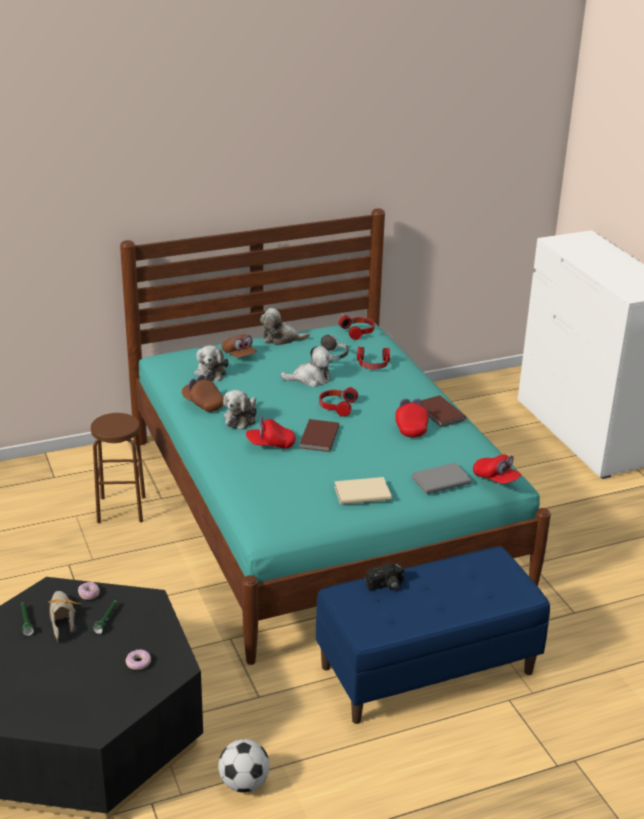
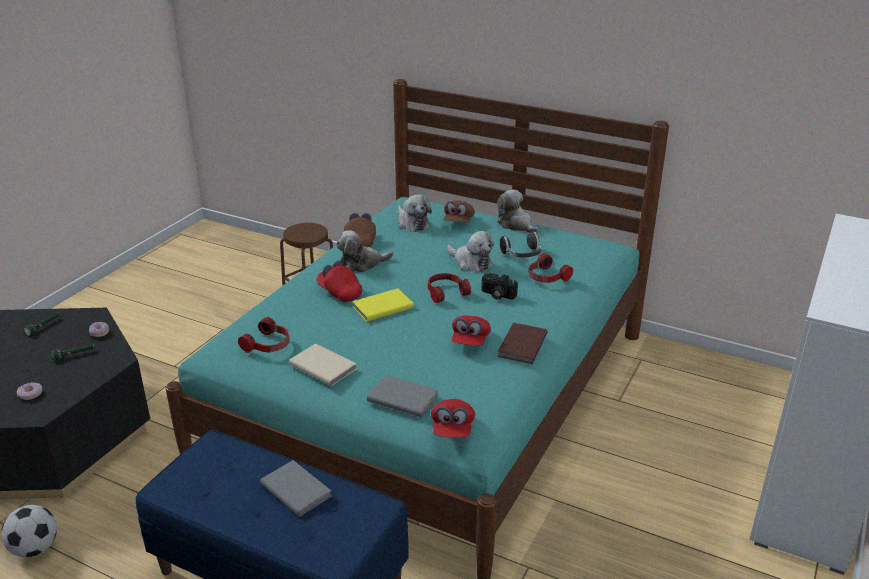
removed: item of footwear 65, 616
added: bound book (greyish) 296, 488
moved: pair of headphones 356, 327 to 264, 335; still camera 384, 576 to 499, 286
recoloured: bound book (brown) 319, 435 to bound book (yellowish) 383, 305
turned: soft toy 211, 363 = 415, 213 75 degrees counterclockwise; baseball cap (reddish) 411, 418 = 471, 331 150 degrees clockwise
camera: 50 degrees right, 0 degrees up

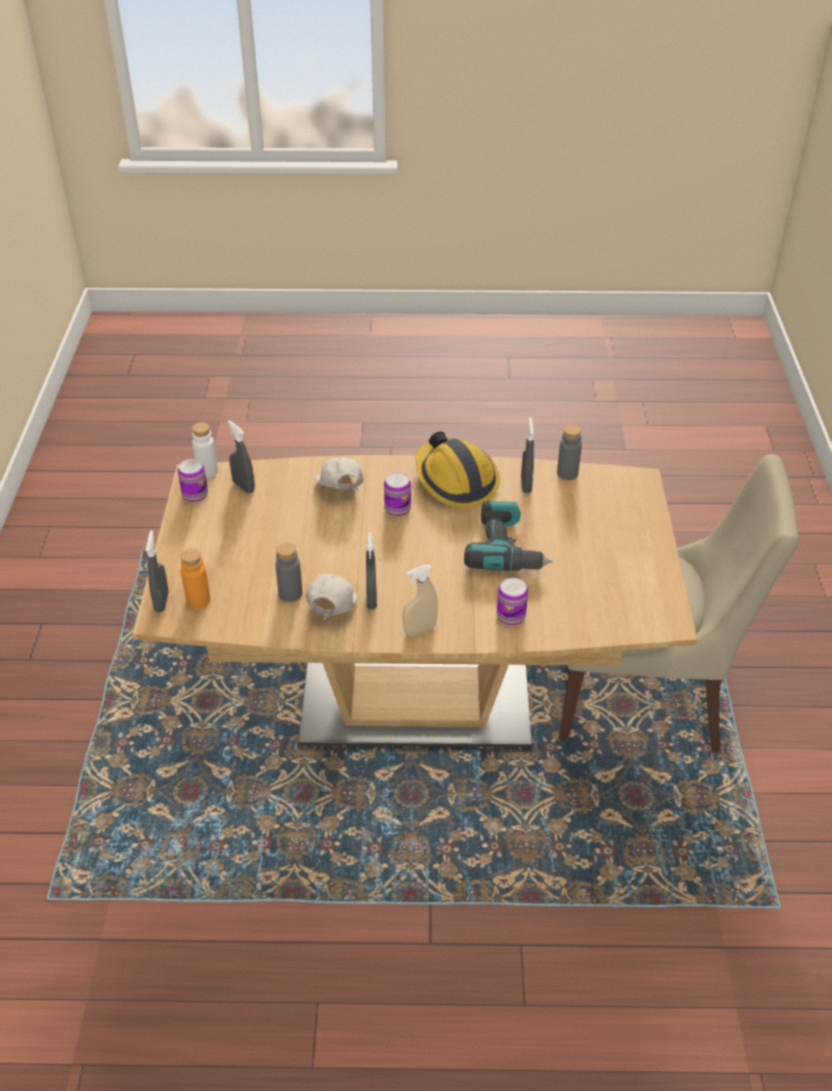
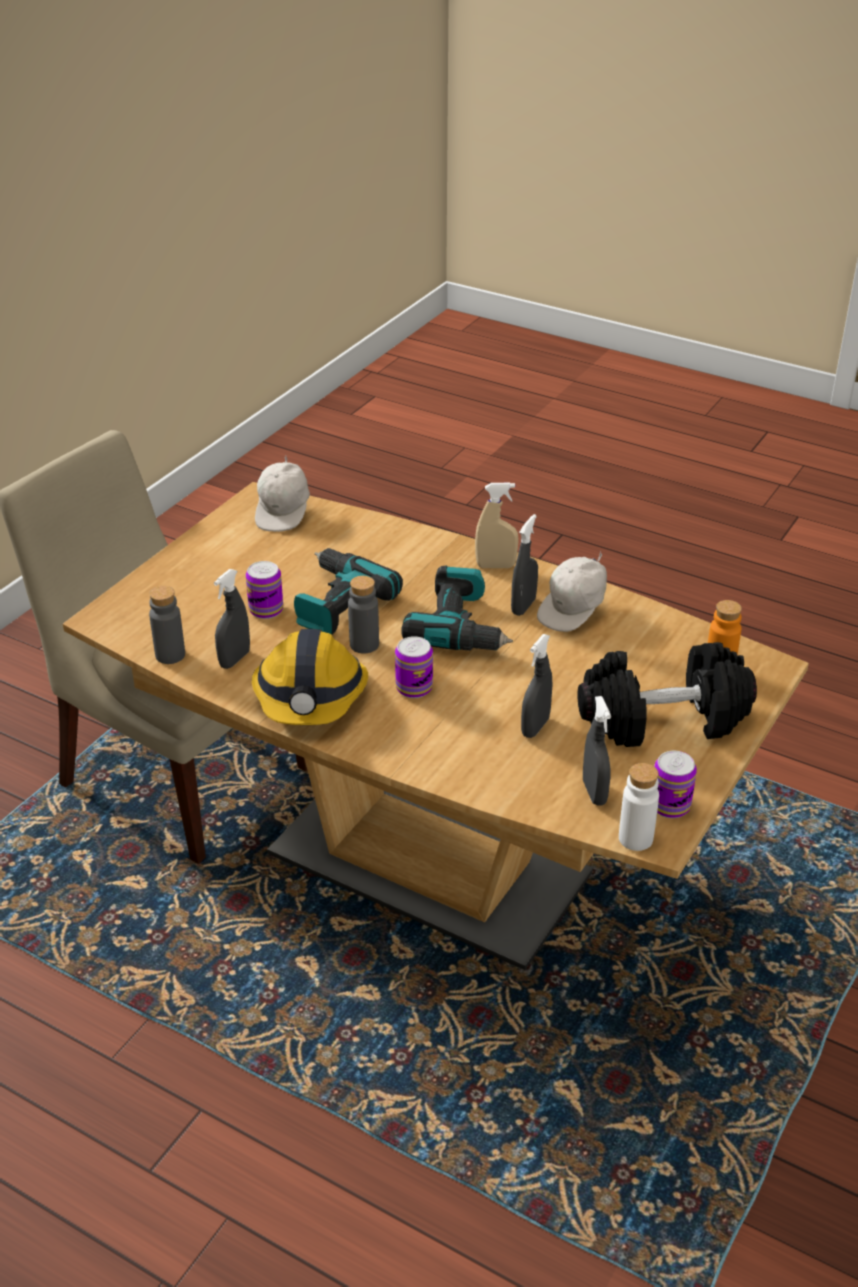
added: electric drill 457, 608; free weight (black) 667, 694
moved: hand sprayer (greyish) 157, 571 to 537, 686; bottle (greyish) 288, 572 to 363, 615; baseball cap (white) 339, 474 to 282, 493; sealed can 512, 602 to 264, 590
camera: 150 degrees left, 5 degrees down

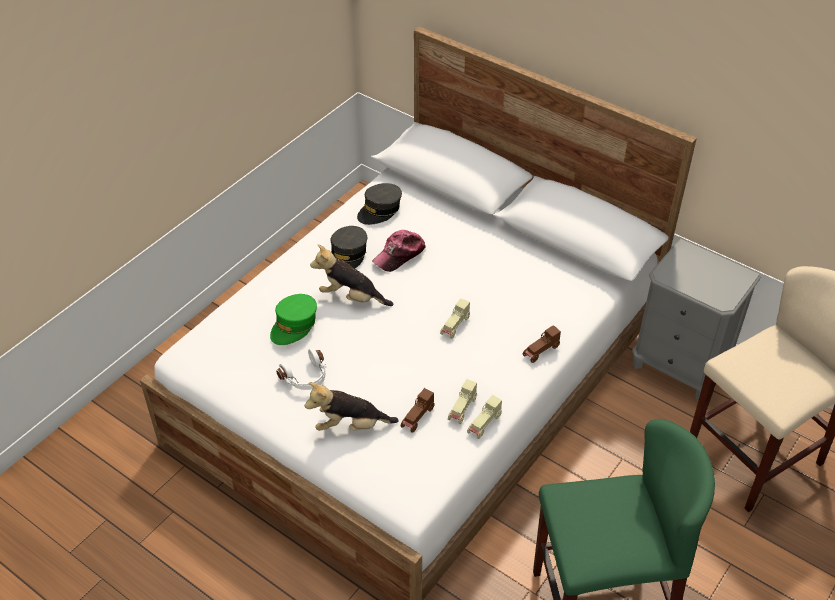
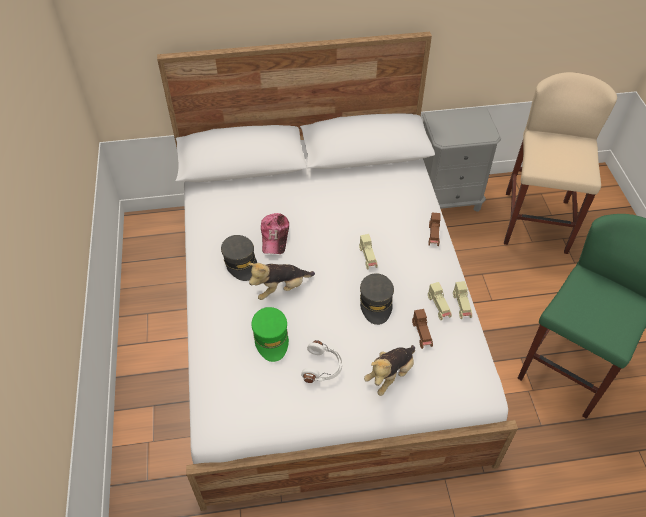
moved: baseball cap (greyish) 379, 204 to 377, 299
camera: 45 degrees left, 5 degrees up

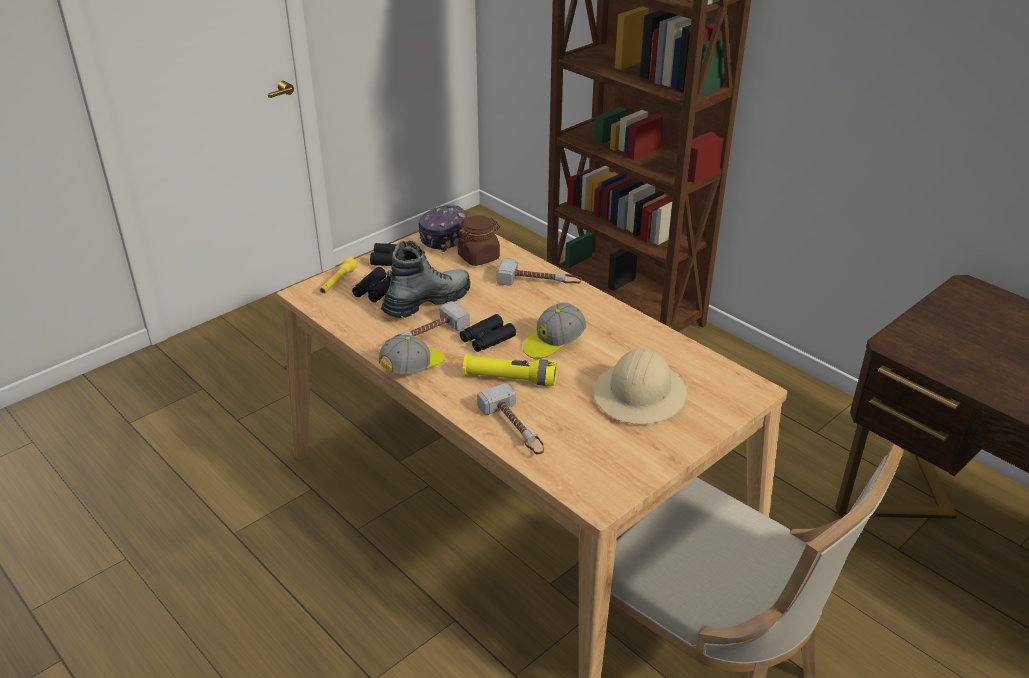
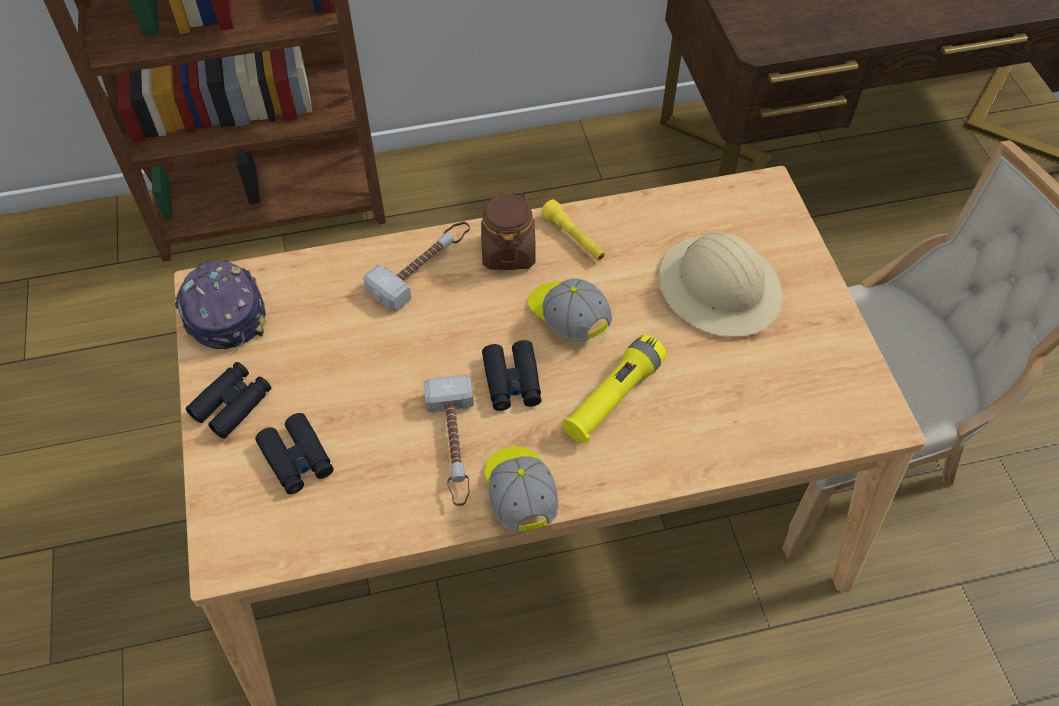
removed: boot 425, 279; hammer 510, 419
moved: hand torch (yellowish) 338, 275 to 573, 230; preserve jar (brown) 478, 240 to 508, 231
turned: baseball cap 554, 331 = 570, 310 150 degrees clockwise
camera: 60 degrees left, 20 degrees up

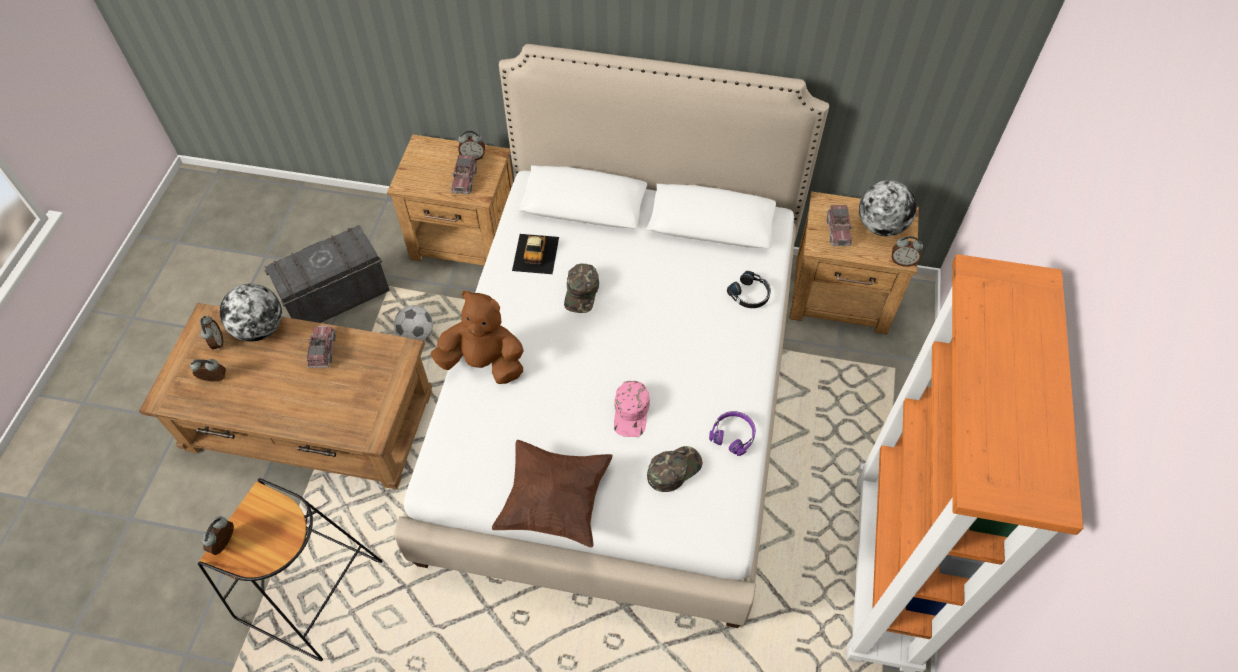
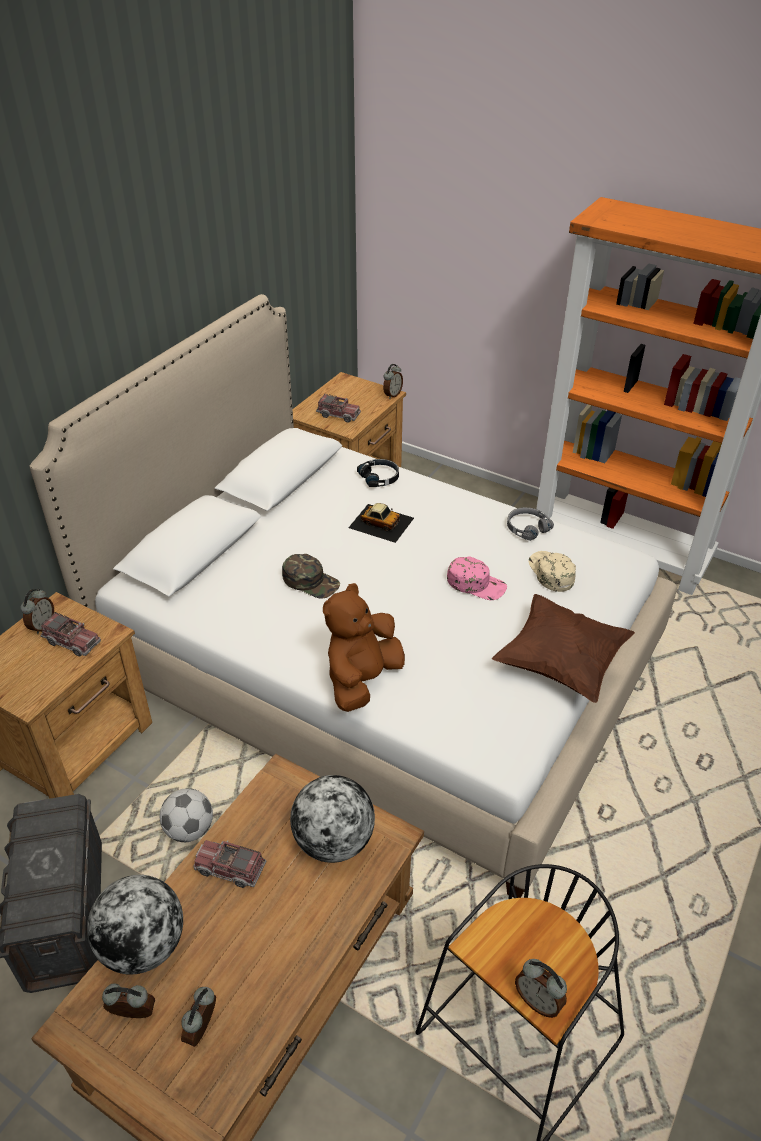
moved: toy car 535, 254 to 381, 523; world globe 888, 208 to 332, 819
recoloured: baseball cap (green-coloured) 675, 469 to baseball cap (beige) 552, 571; pair of headphones (purplish) 732, 433 to pair of headphones (greyish) 530, 524
camera: 70 degrees left, 15 degrees down

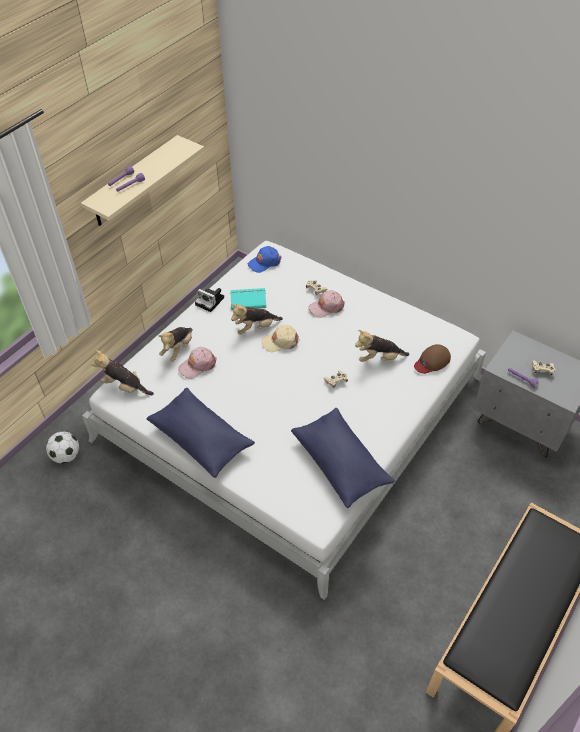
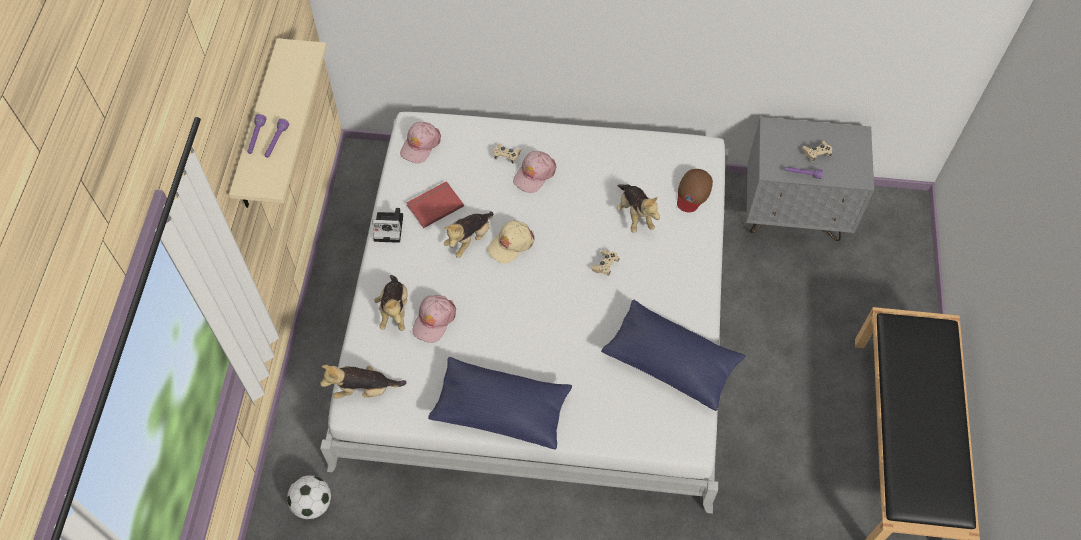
recoloured: bound book (turquoise-coloured) 248, 299 to bound book (reddish) 435, 204; baseball cap (blue-coloured) 264, 259 to baseball cap (pinkish) 420, 142
turned: soft toy 382, 346 = 638, 208 75 degrees counterclockwise
camera: 30 degrees left, 10 degrees up

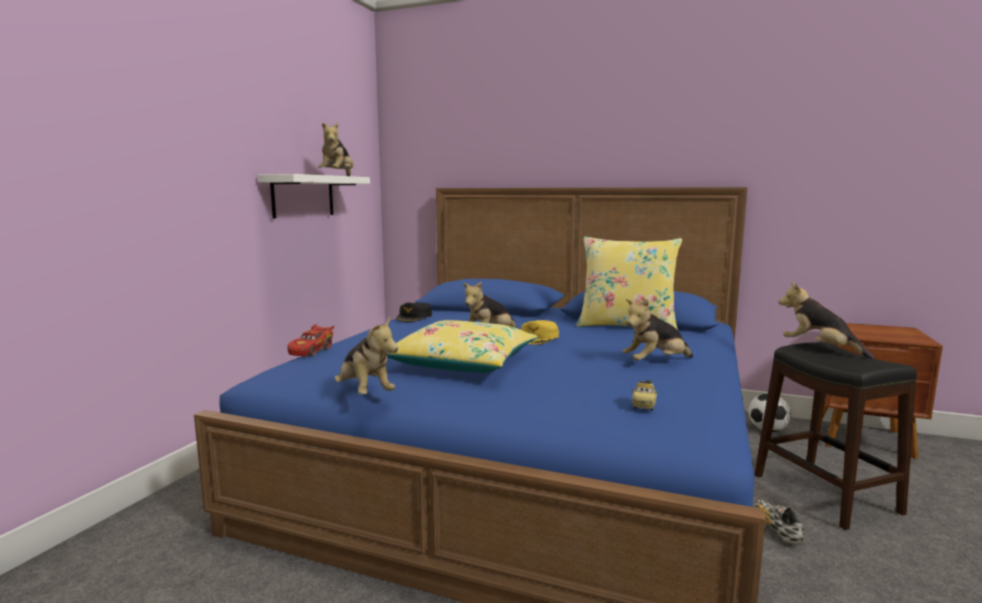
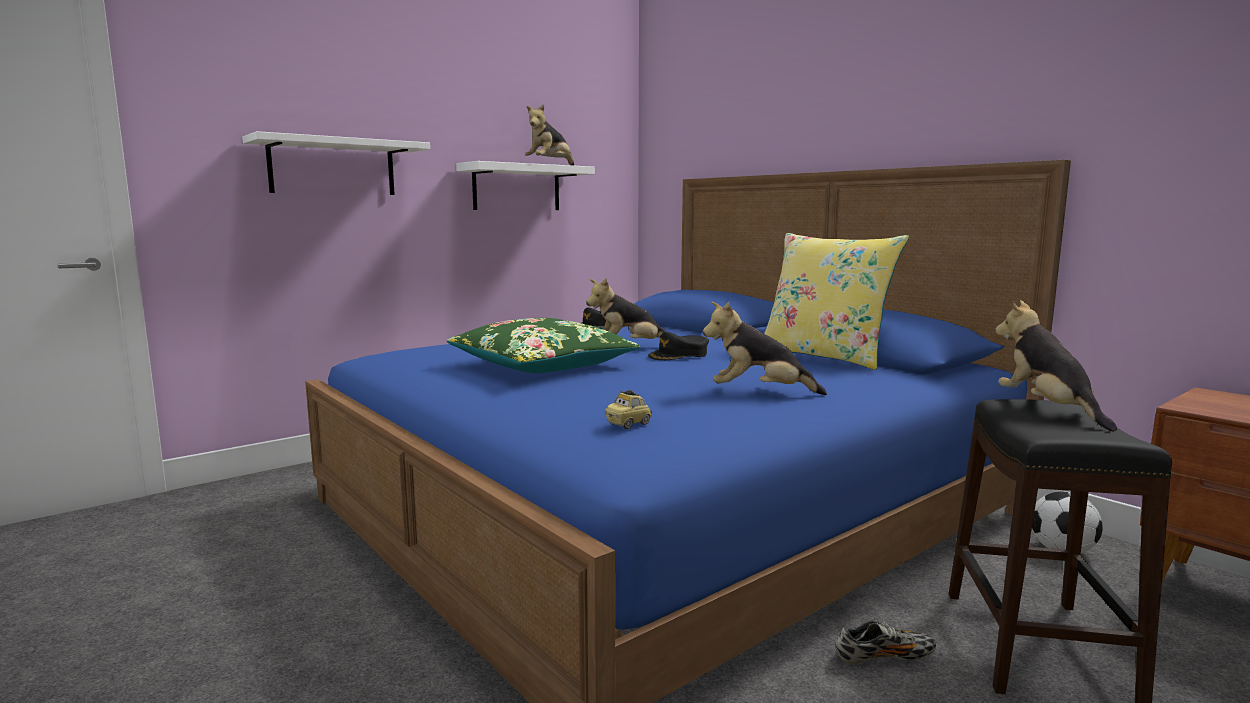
removed: toy car (reddish) 310, 340; soft toy 366, 355
added: bracket shelf (white) 336, 163
recoloured: pillow (yellowish) 462, 346 to pillow (green-coloured) 543, 345; baseball cap (yellowish) 540, 332 to baseball cap (black) 678, 346
turned: item of footwear 779, 521 = 885, 642 60 degrees clockwise
camera: 30 degrees right, 0 degrees up

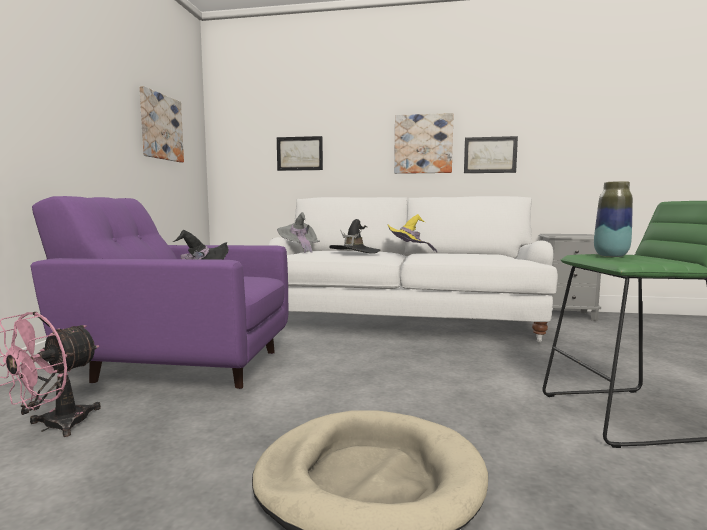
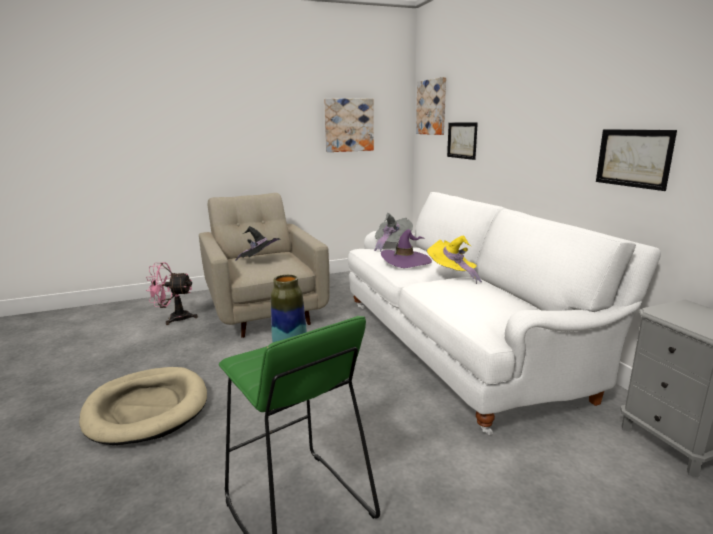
moved: wall art 424, 143 to 431, 106
recoloured: armchair (purplish) 159, 292 to armchair (beige) 264, 265; clothing hat (black) 354, 236 to clothing hat (purplish) 406, 248
camera: 60 degrees right, 10 degrees up

